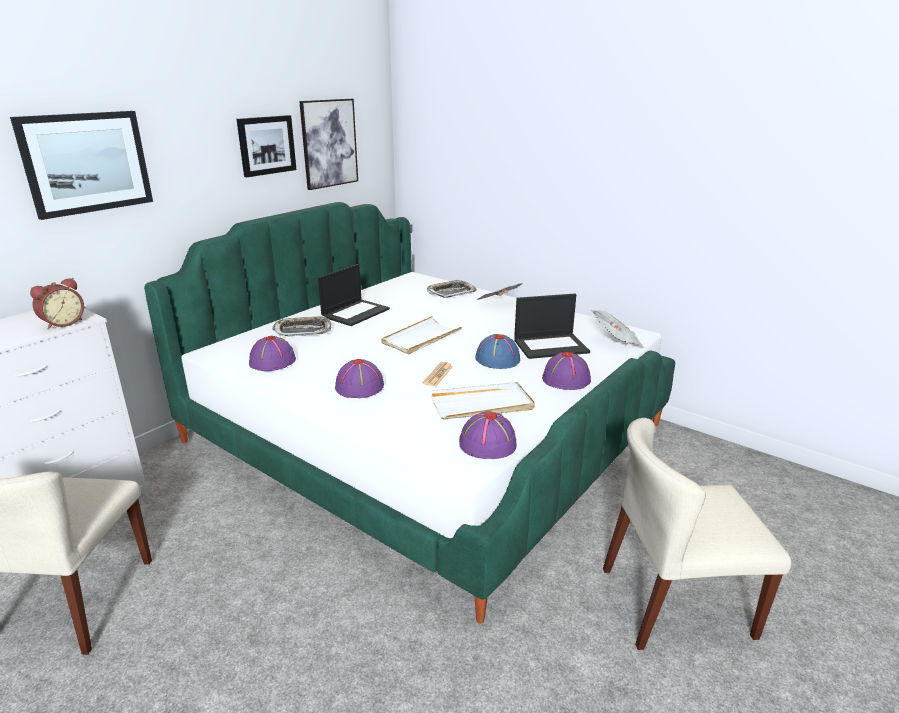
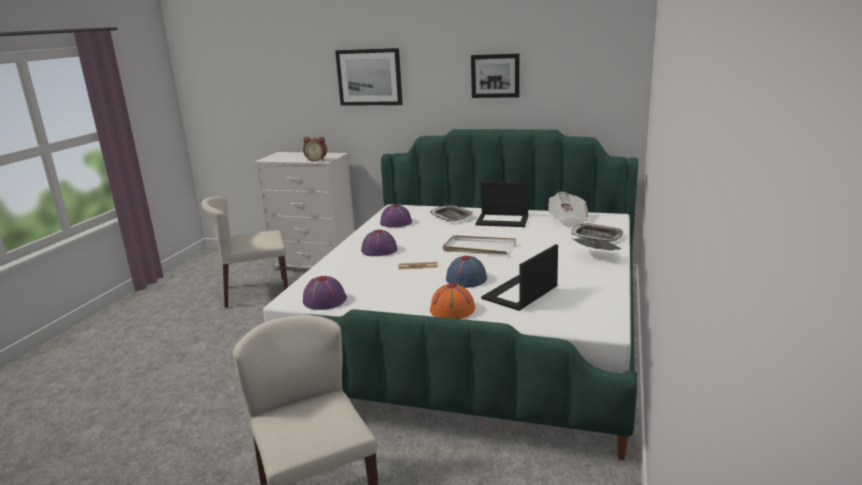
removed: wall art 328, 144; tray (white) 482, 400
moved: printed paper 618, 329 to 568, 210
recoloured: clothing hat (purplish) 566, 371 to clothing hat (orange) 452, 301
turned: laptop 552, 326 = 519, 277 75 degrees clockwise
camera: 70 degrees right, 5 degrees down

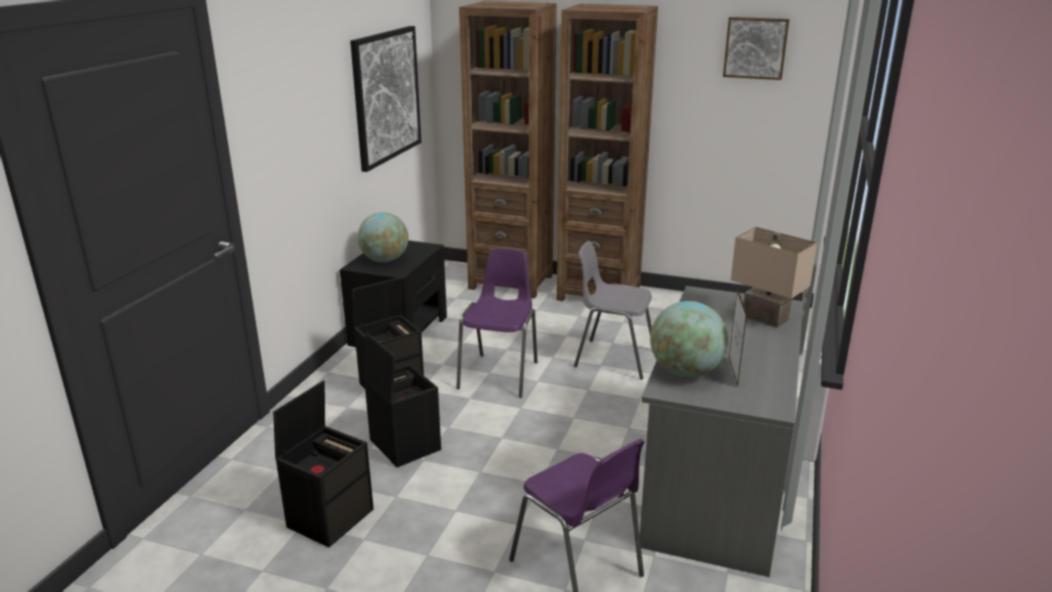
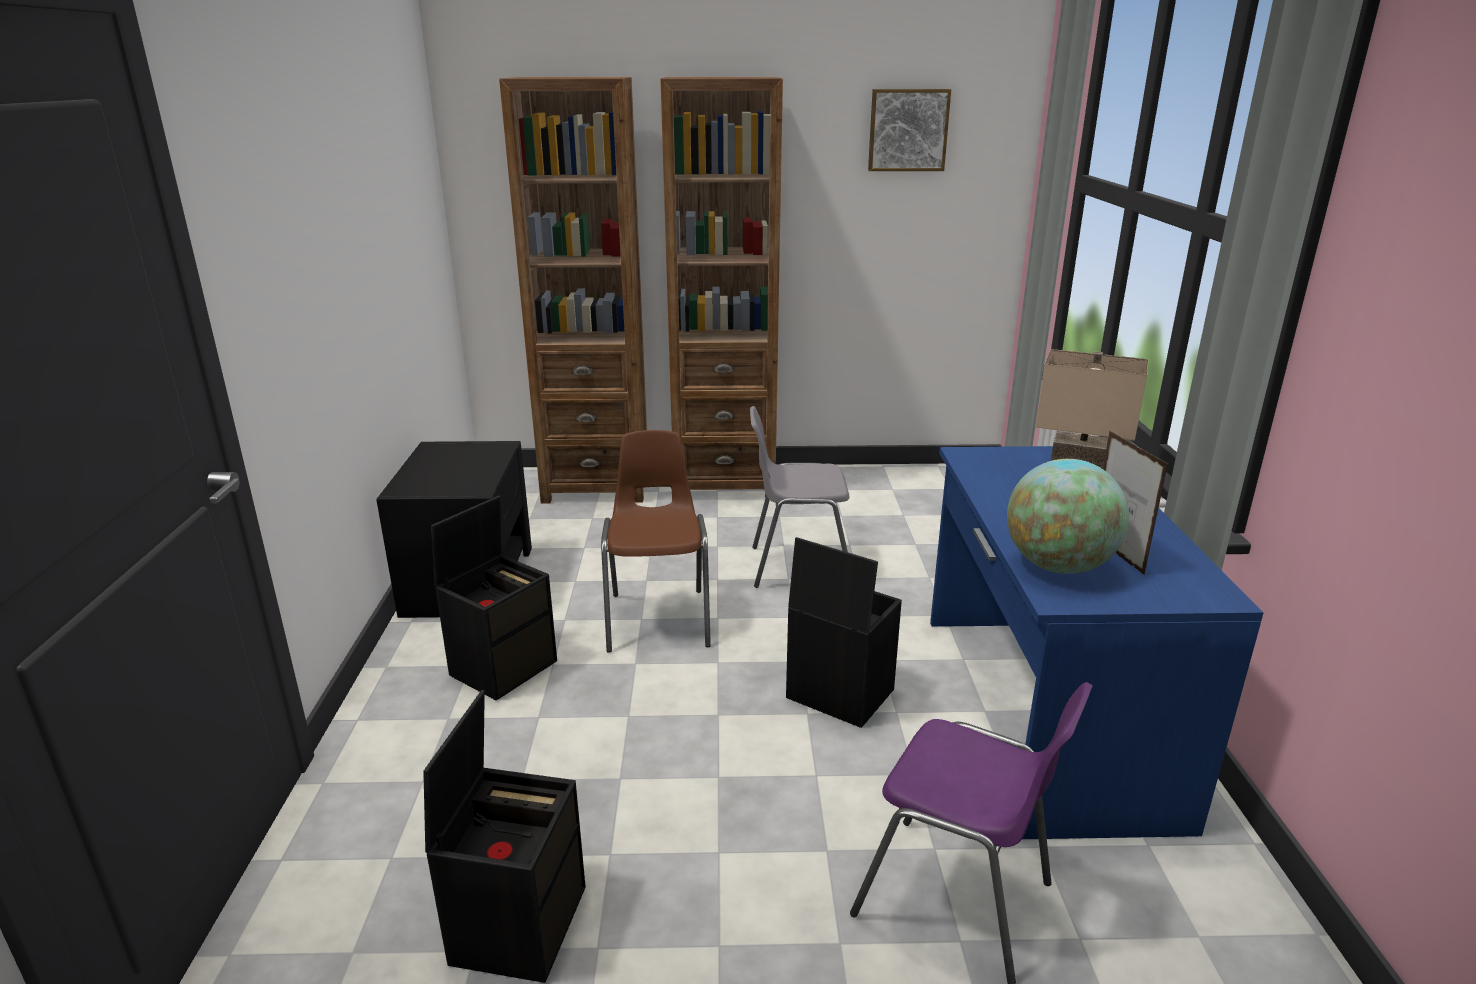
removed: wall art 385, 99; world globe 382, 237
moved: storage container (black) 402, 400 to 844, 632
recoloured: upright chair (purplish) 496, 323 to upright chair (brown) 656, 541; desk (greyish) 721, 431 to desk (blue-coloured) 1097, 642
camera: 20 degrees left, 0 degrees up

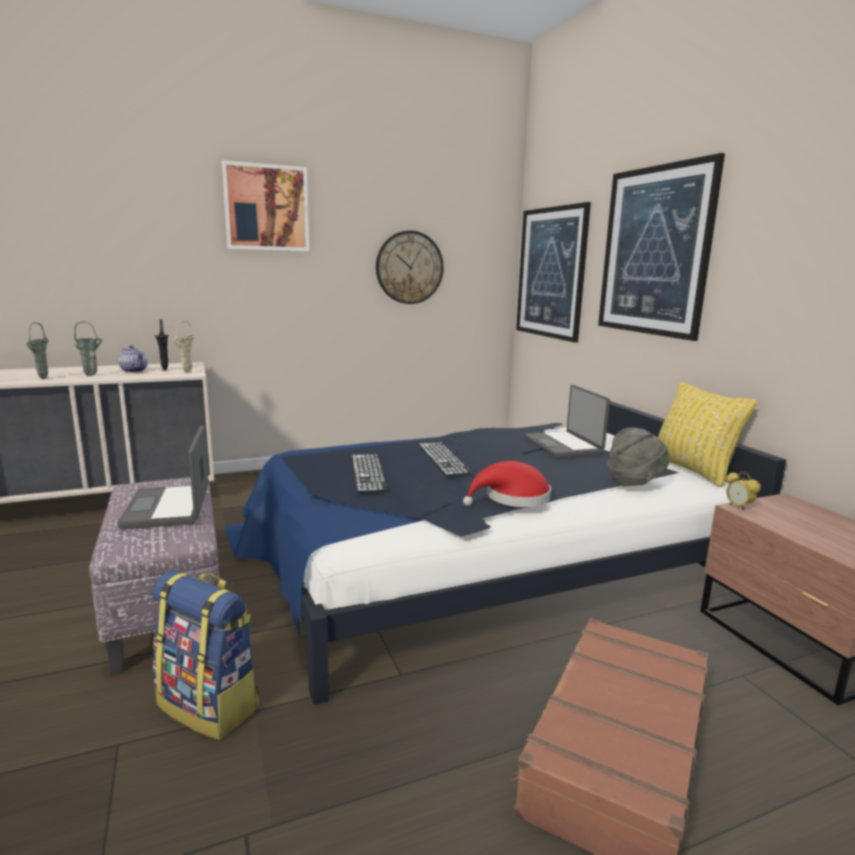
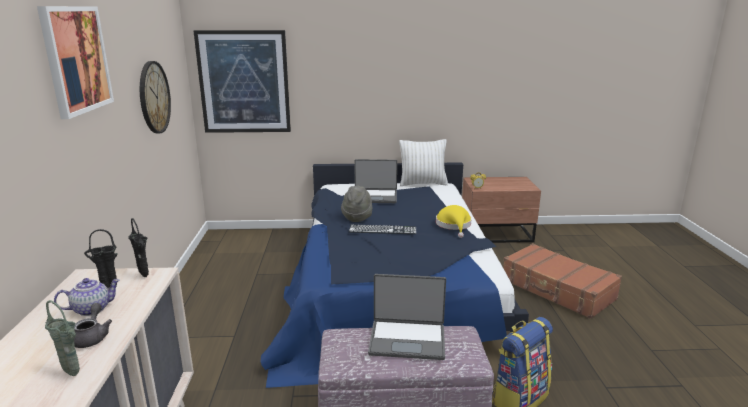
removed: keyboard 369, 473; wall art 661, 247
moved: clothing hat (greyish) 638, 456 to 356, 204
replaced: vase (green-coloured) 88, 348 to teapot (greyish) 93, 325
recoloured: vase (beige) 183, 346 to vase (black) 138, 247; clothing hat (reddish) 507, 484 to clothing hat (yellowish) 453, 221; pillow (yellowish) 707, 434 to pillow (white) 423, 162
camera: 70 degrees left, 5 degrees up

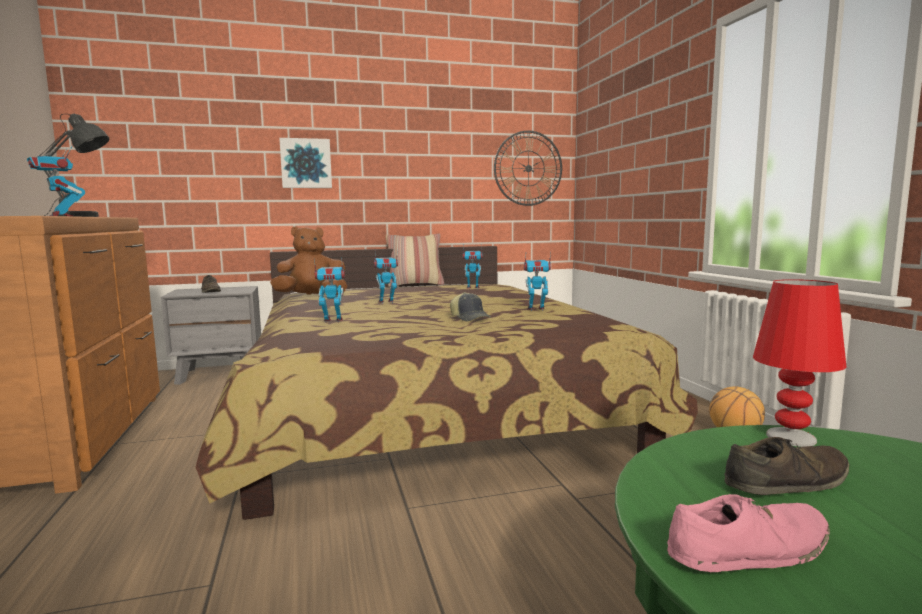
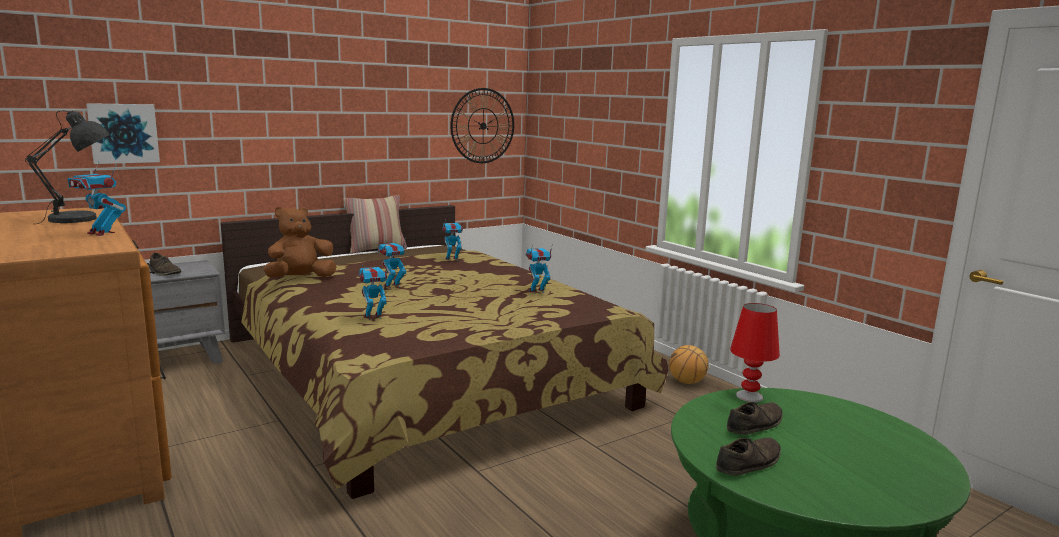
removed: baseball cap 470, 306
moved: wall art 305, 163 to 123, 133
recoloured: item of footwear (pinkish) 748, 533 to item of footwear (brown) 748, 456
camera: 20 degrees left, 5 degrees up

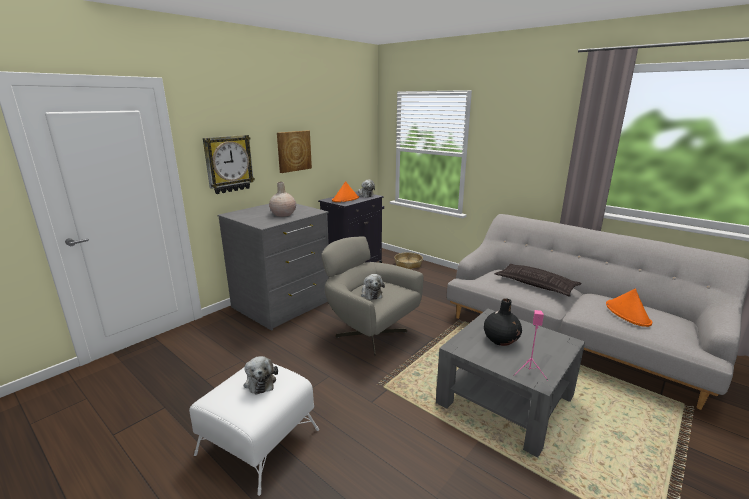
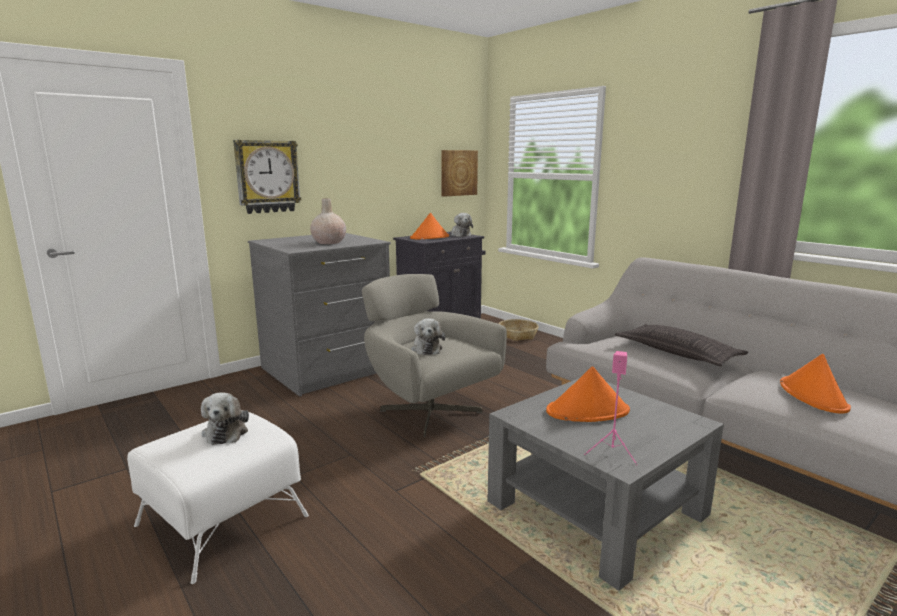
moved: wall art 294, 151 to 459, 173
replaced: vase (black) 503, 322 to clothing hat (orange) 588, 394
camera: 10 degrees right, 5 degrees down

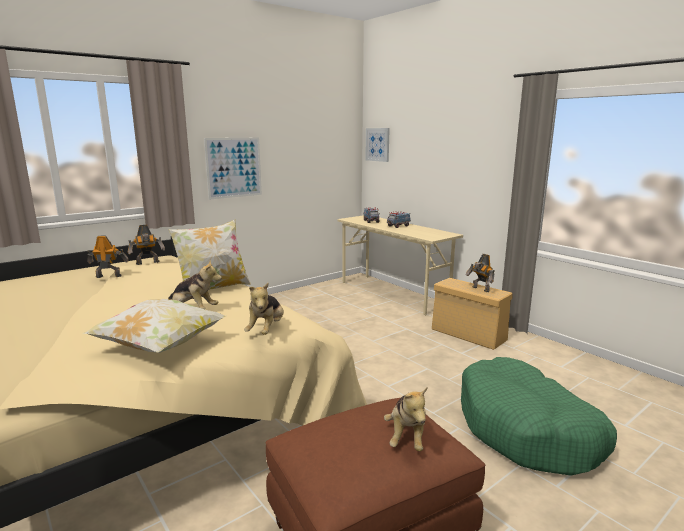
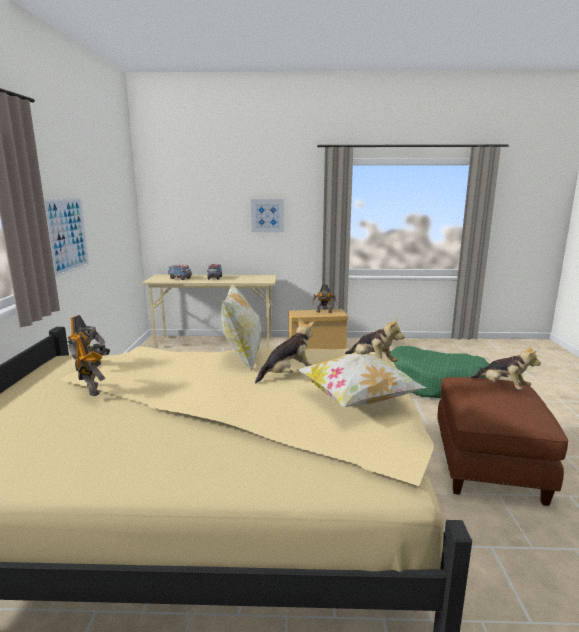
moved: wall art 377, 145 to 267, 215
turned: toy robot 107, 256 = 93, 365 120 degrees clockwise
camera: 50 degrees left, 0 degrees up

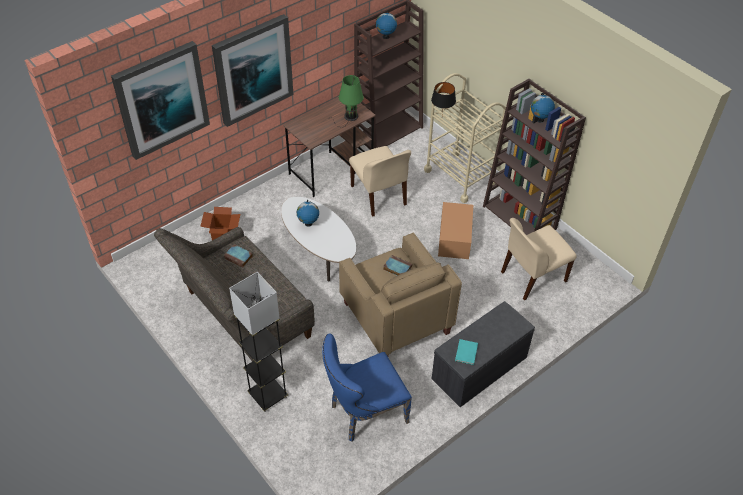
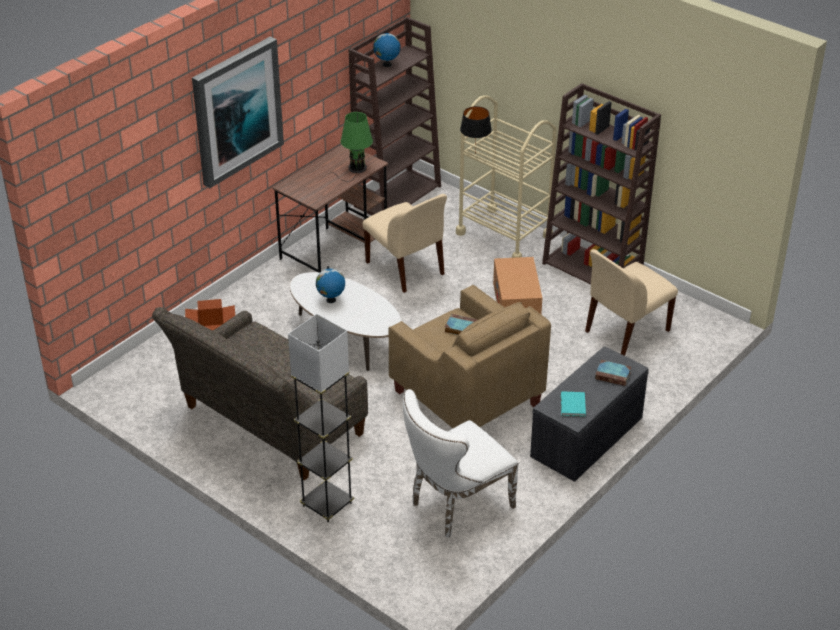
removed: wall art 160, 100; world globe 543, 107
moved: bound book 238, 255 to 613, 373
recoloured: upright chair (blue-coloured) 367, 387 to upright chair (white) 461, 463
camera: 10 degrees left, 10 degrees down

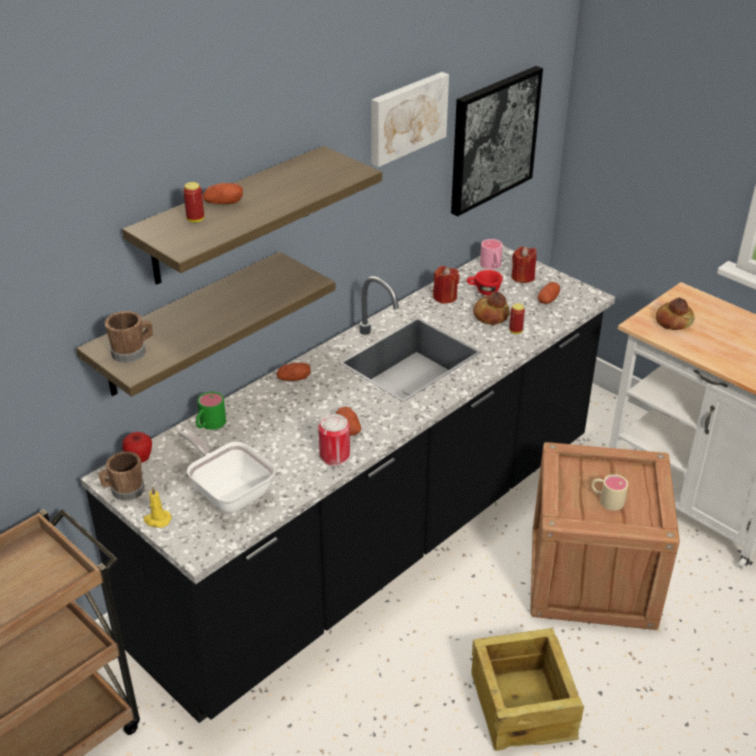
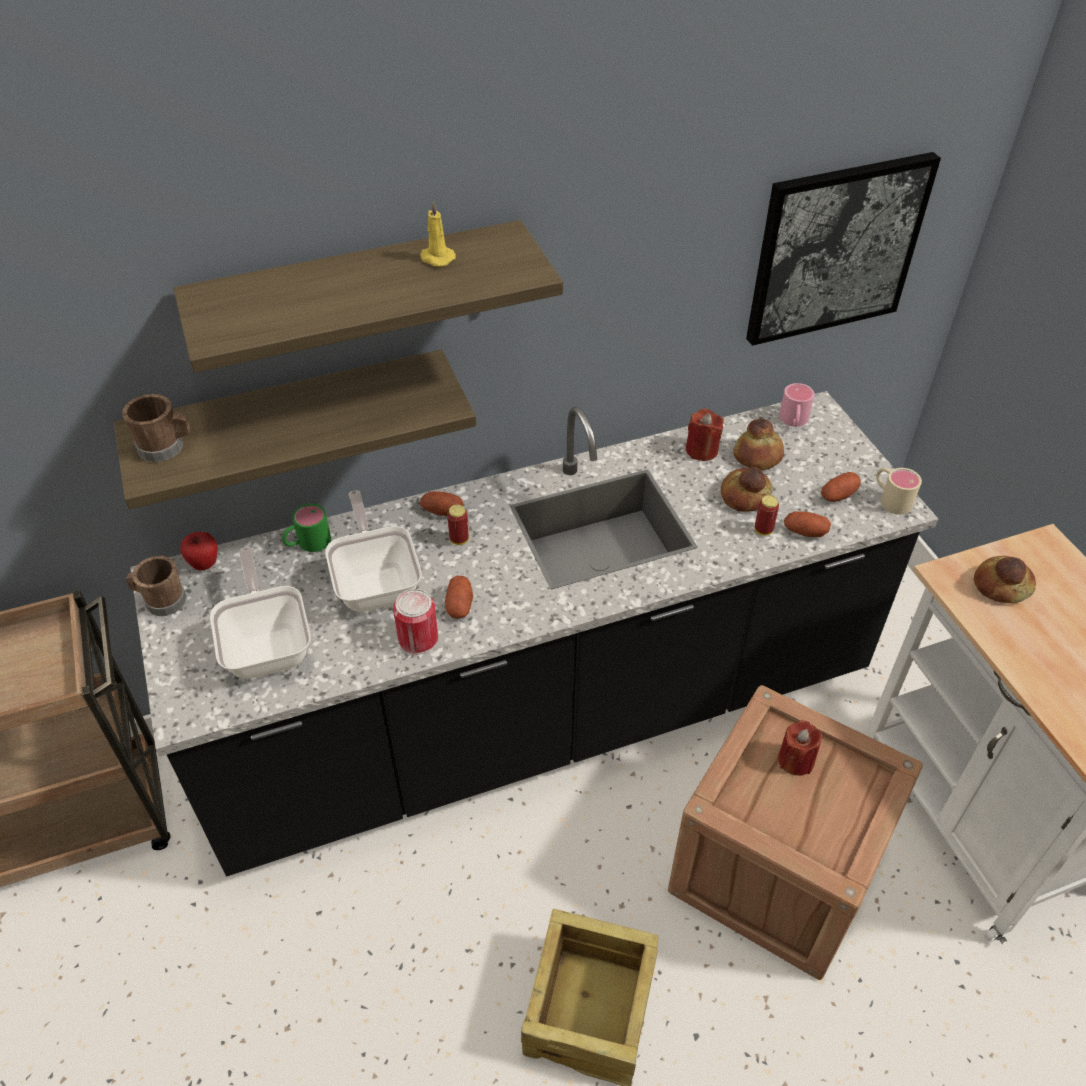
removed: wall art 410, 119
added: pan 373, 551
moved: wax light (yellowish) 157, 507 to 438, 233; sealed can 193, 202 to 458, 525; whole potato 223, 193 to 807, 524; wax light (reddish) 524, 265 to 800, 748; tea mug (beige) 609, 492 to 899, 491
replaced: cup (reddish) 485, 283 to baked bread 758, 444
camera: 25 degrees right, 10 degrees up

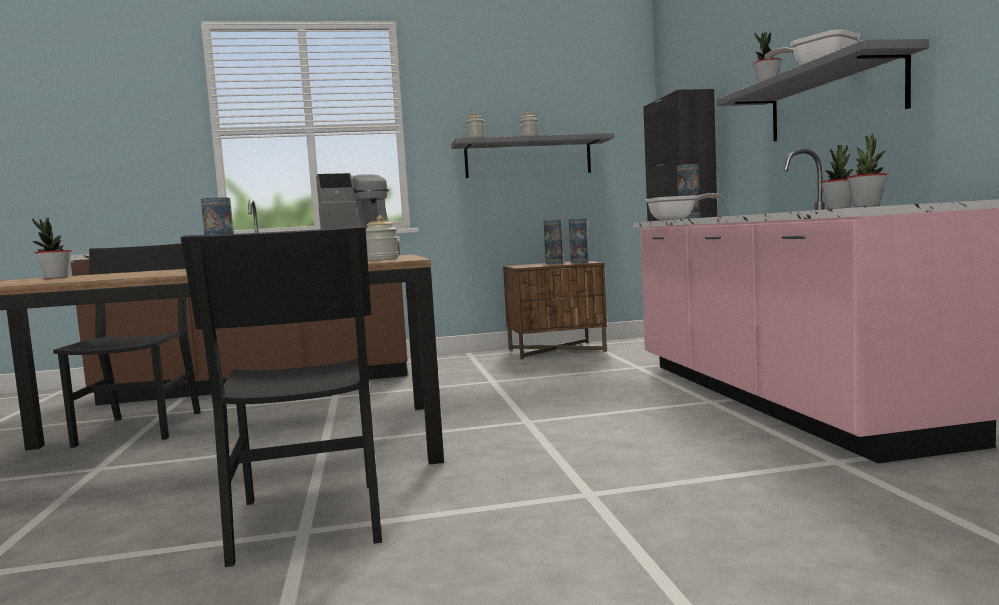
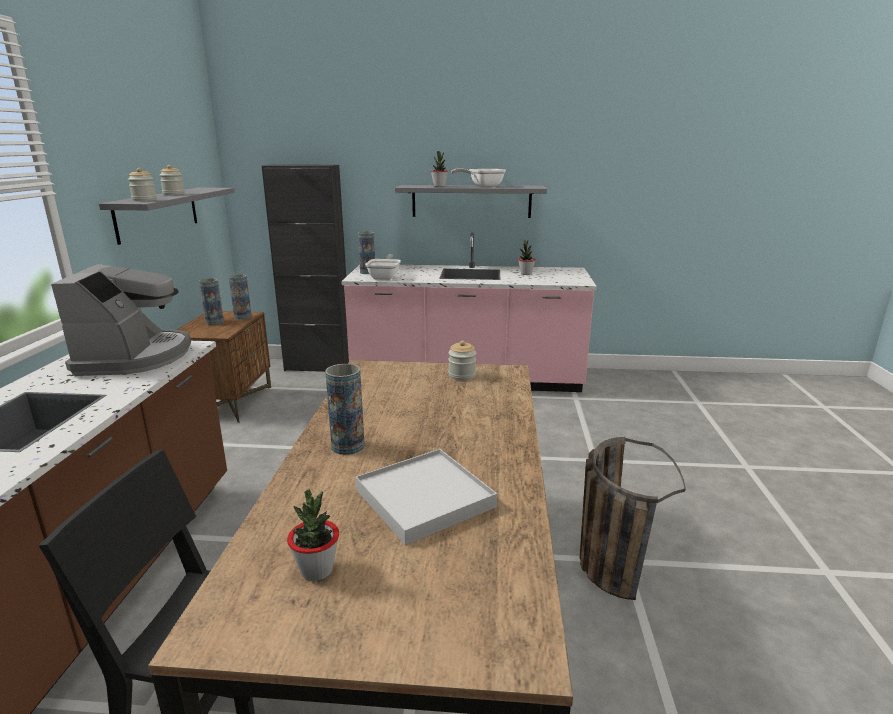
removed: potted plant 866, 170
added: tray (white) 426, 497
replaced: upright chair (black) 281, 396 to basket 632, 518
camera: 75 degrees left, 15 degrees up

